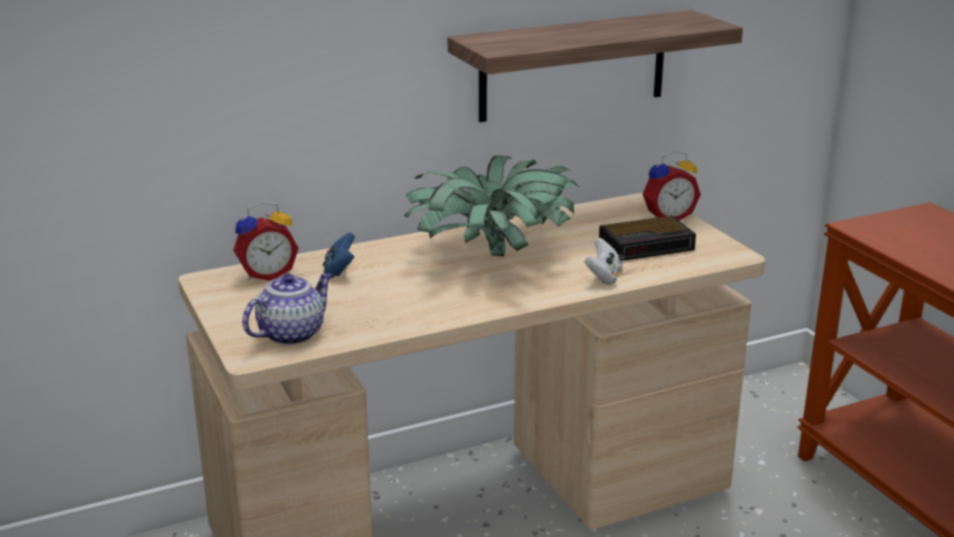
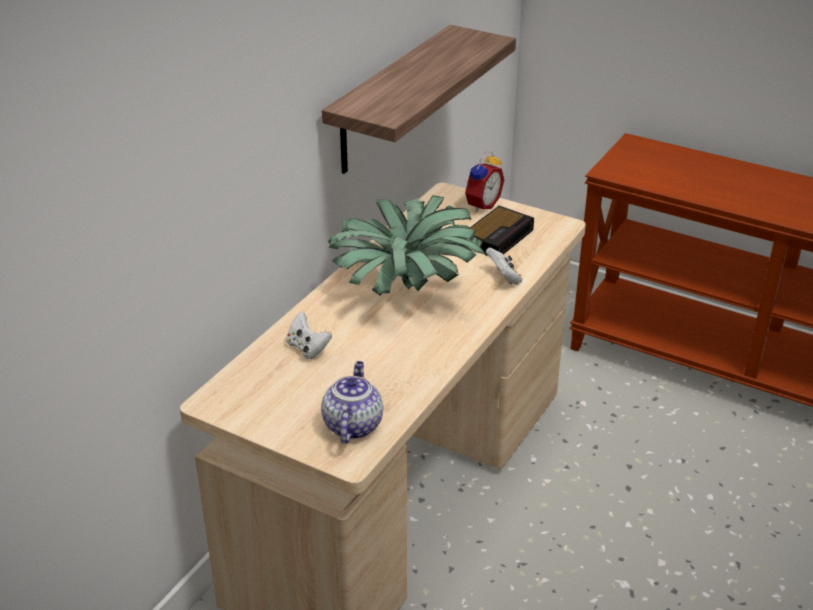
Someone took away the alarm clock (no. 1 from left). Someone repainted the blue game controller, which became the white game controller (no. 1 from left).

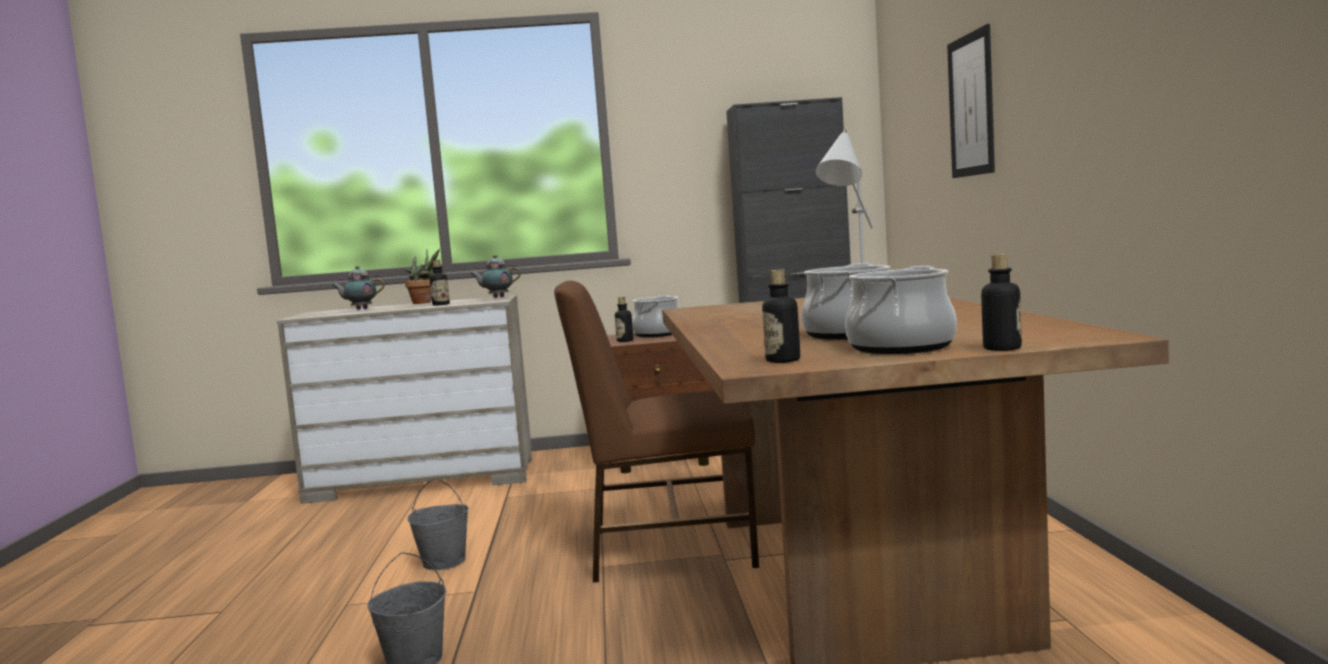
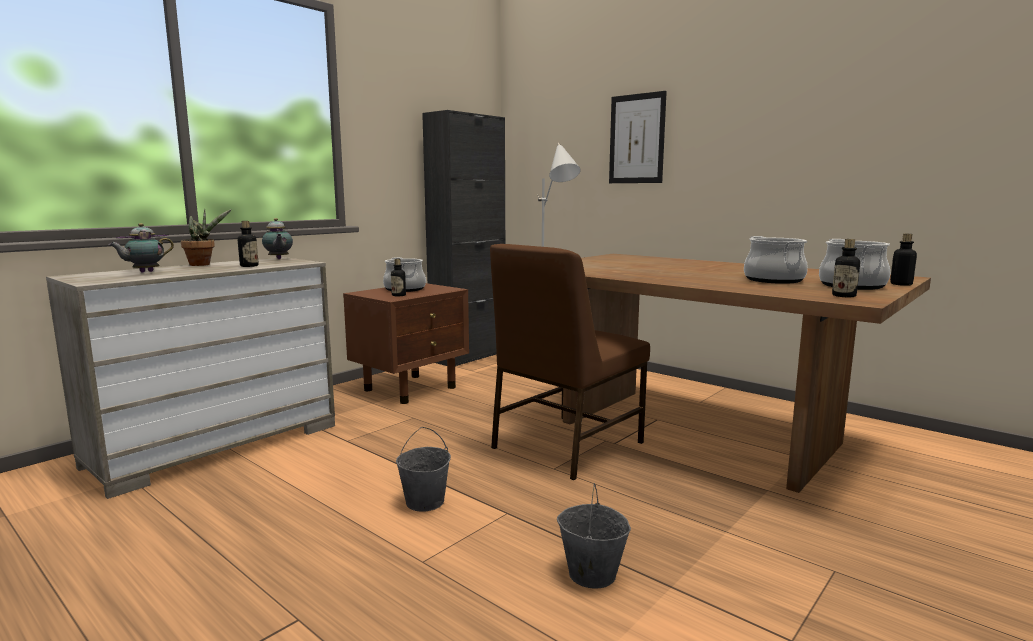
Someone rotated the teapot (no. 2 from left) by 75 degrees counterclockwise.

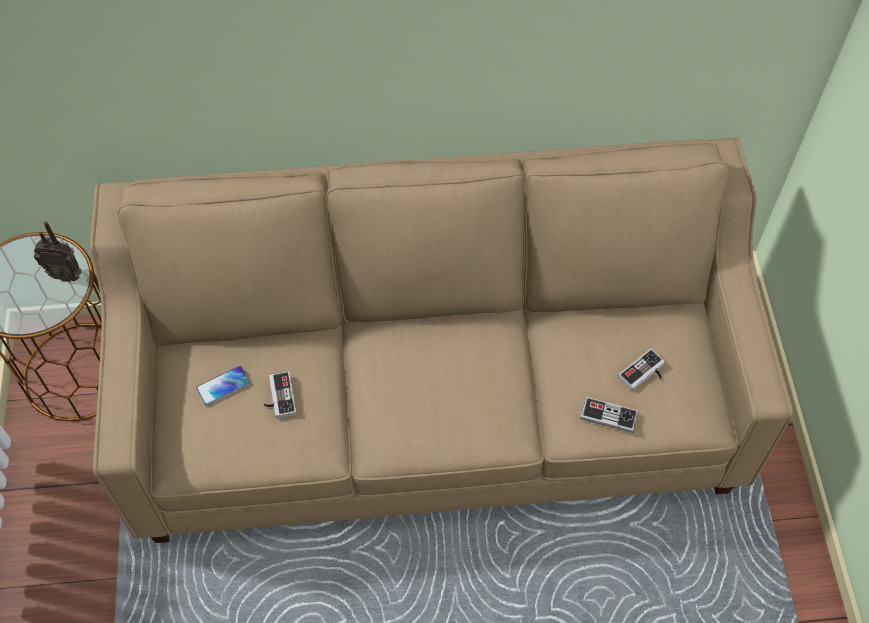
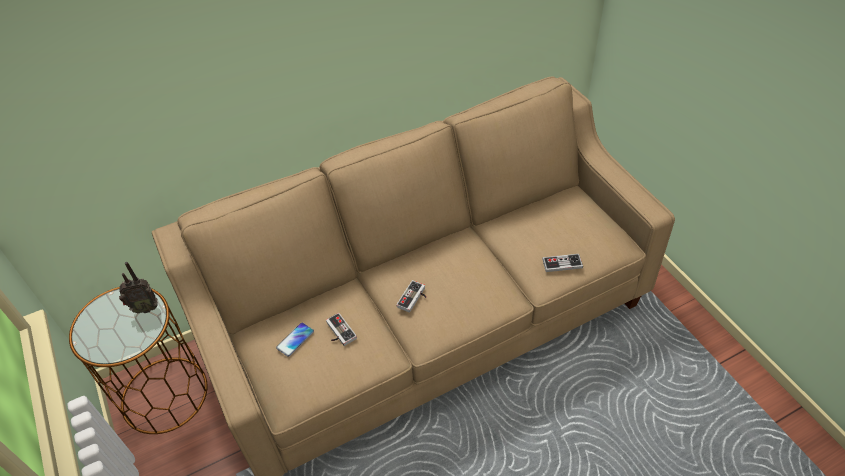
Someone carried the game controller (no. 3 from left in the first image).

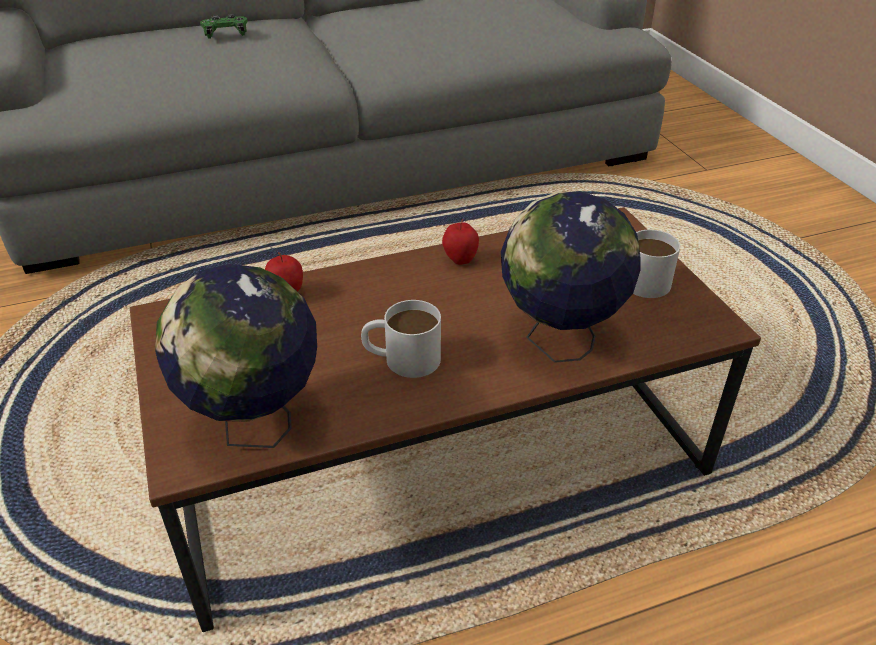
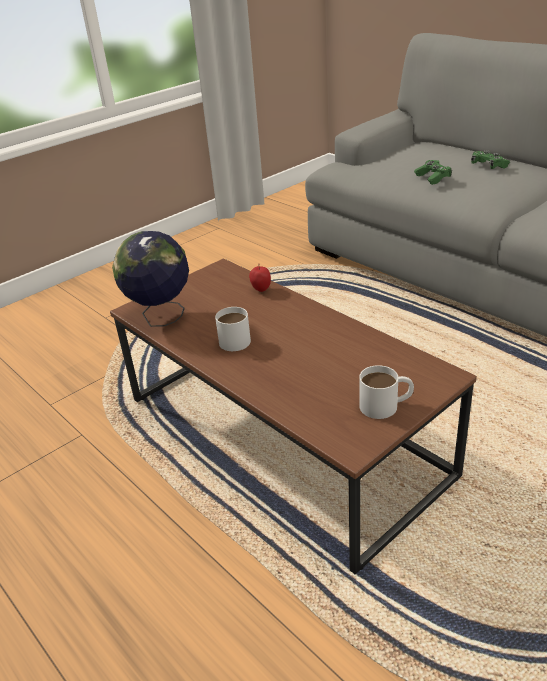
Someone took away the apple (no. 2 from left). Someone took away the globe (no. 2 from left). Someone put down the green game controller (no. 1 from left).

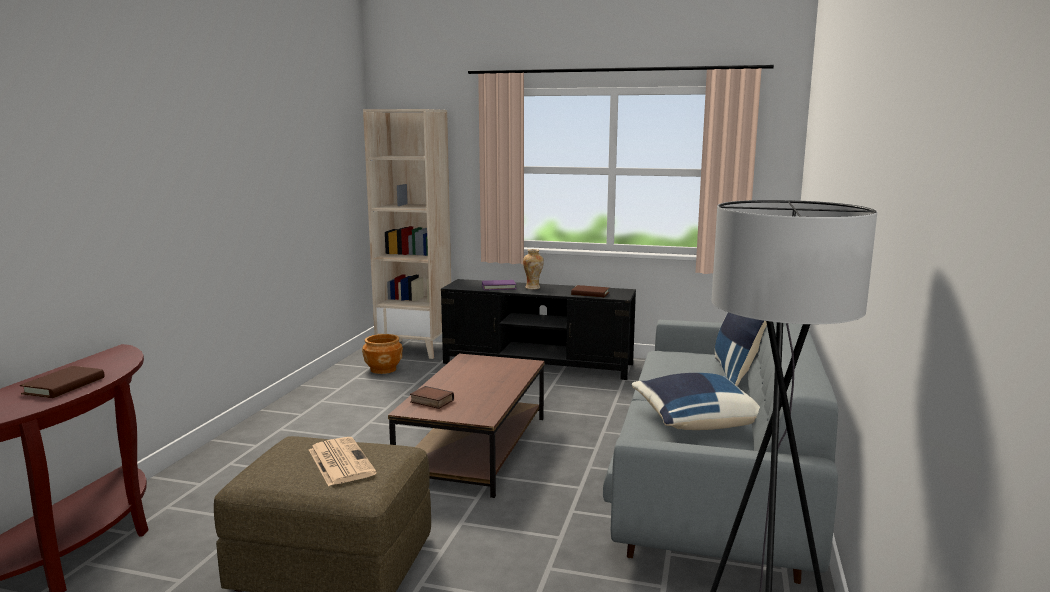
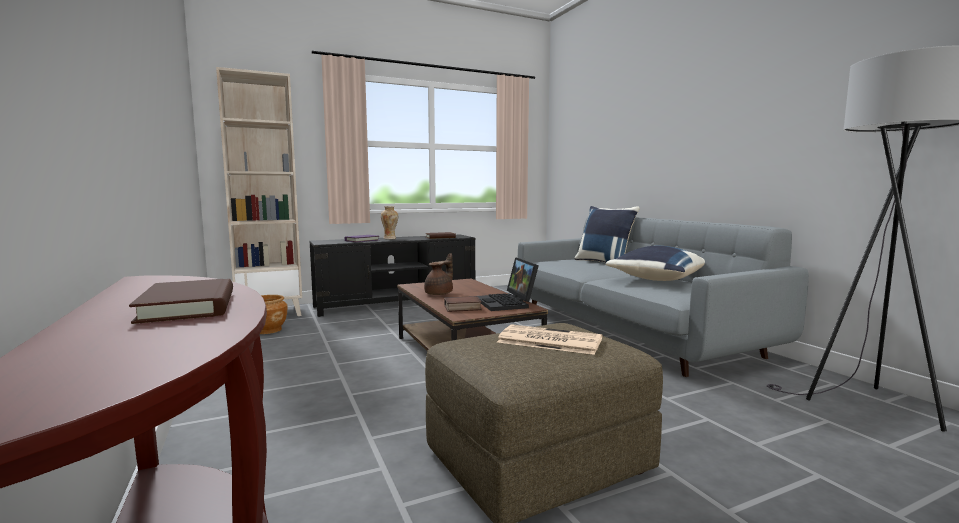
Someone put down the brown teapot. Someone put down the laptop.

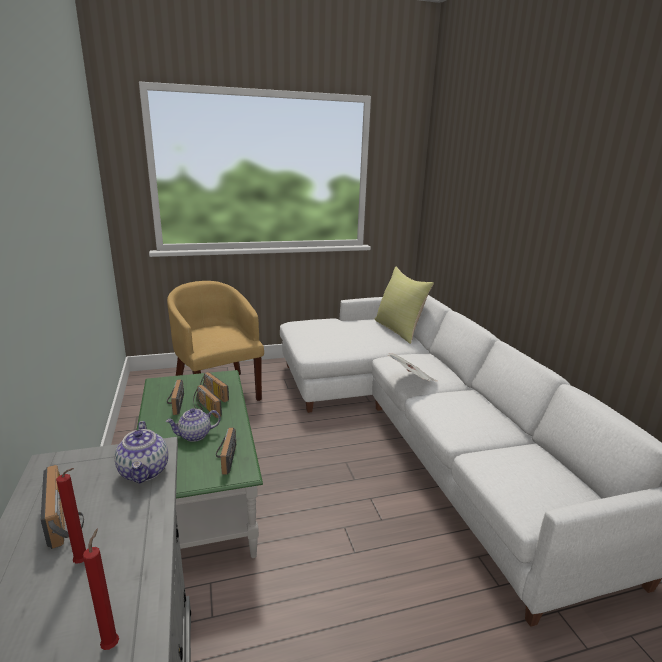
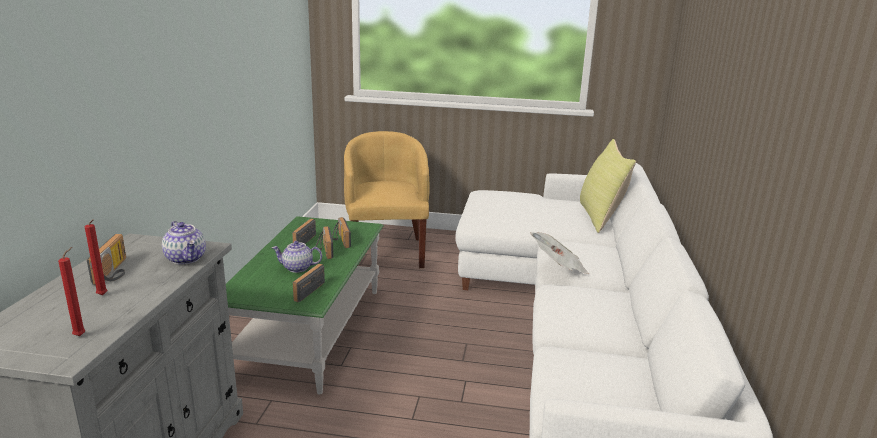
Someone rotated the teapot (no. 1 from left) by 45 degrees counterclockwise.

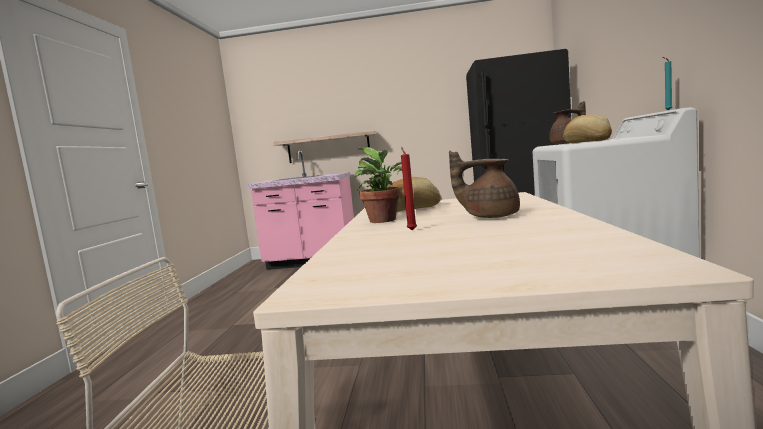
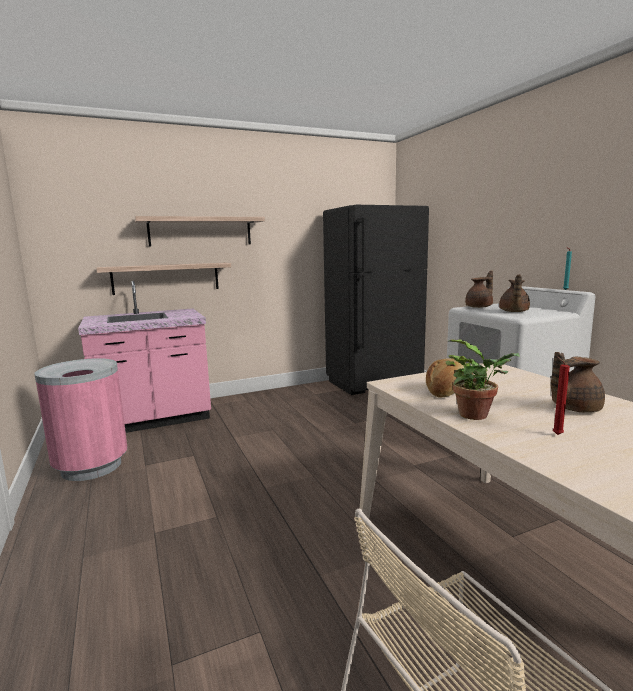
Someone swapped the bread (no. 2 from left) for the brown teapot (no. 2 from left). Someone put down the pink trash can. Someone put up the shelf (no. 2 from left).

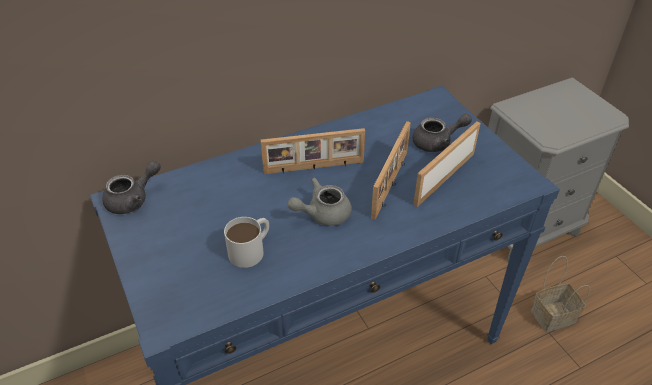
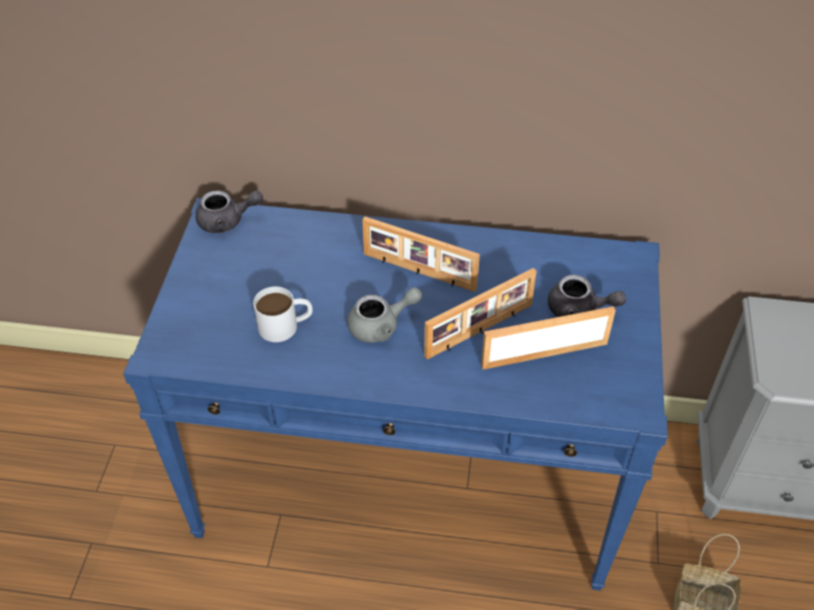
Someone rotated the grey teapot (no. 2 from left) by 150 degrees clockwise.

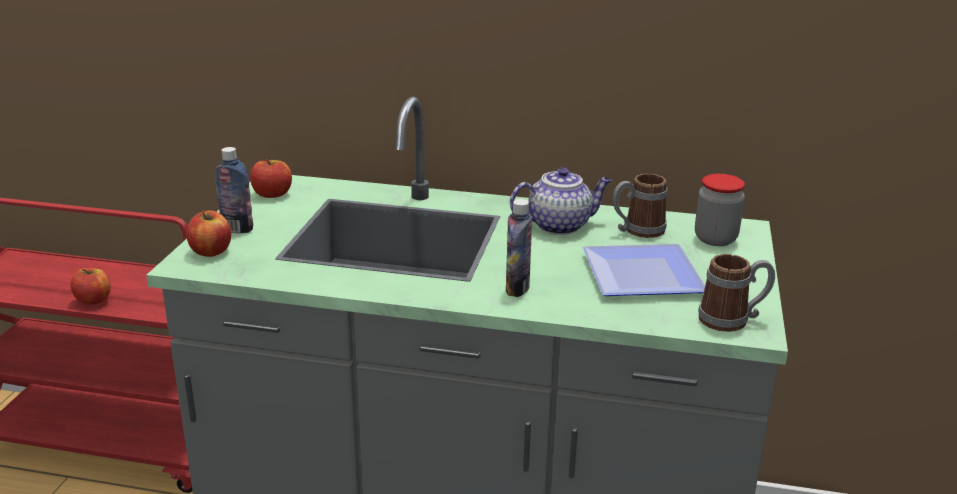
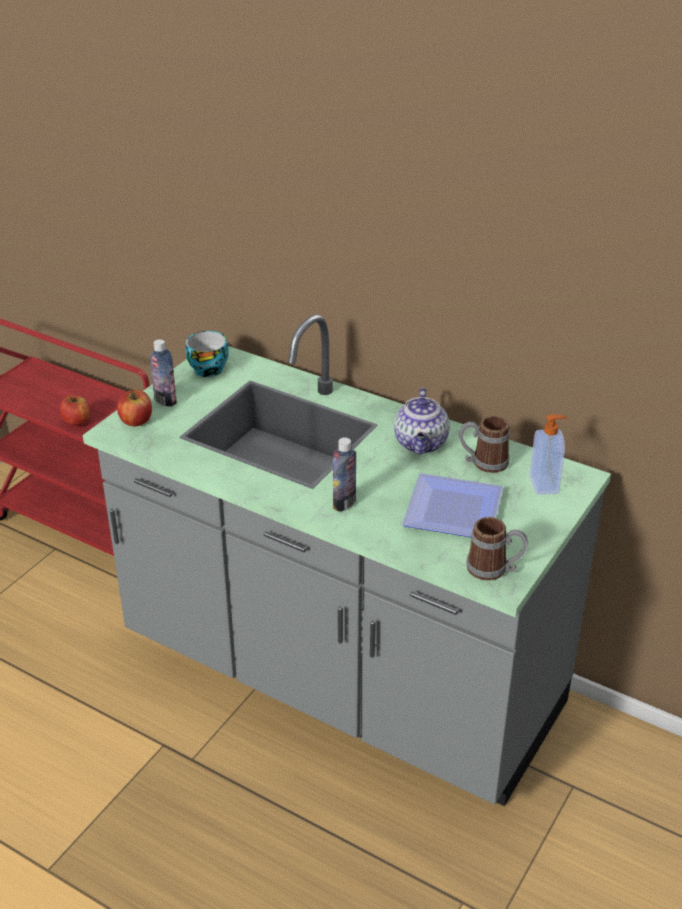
Someone swapped the apple (no. 3 from left) for the cup. Someone rotated the teapot by 90 degrees clockwise. Someone swapped the jar for the soap dispenser.

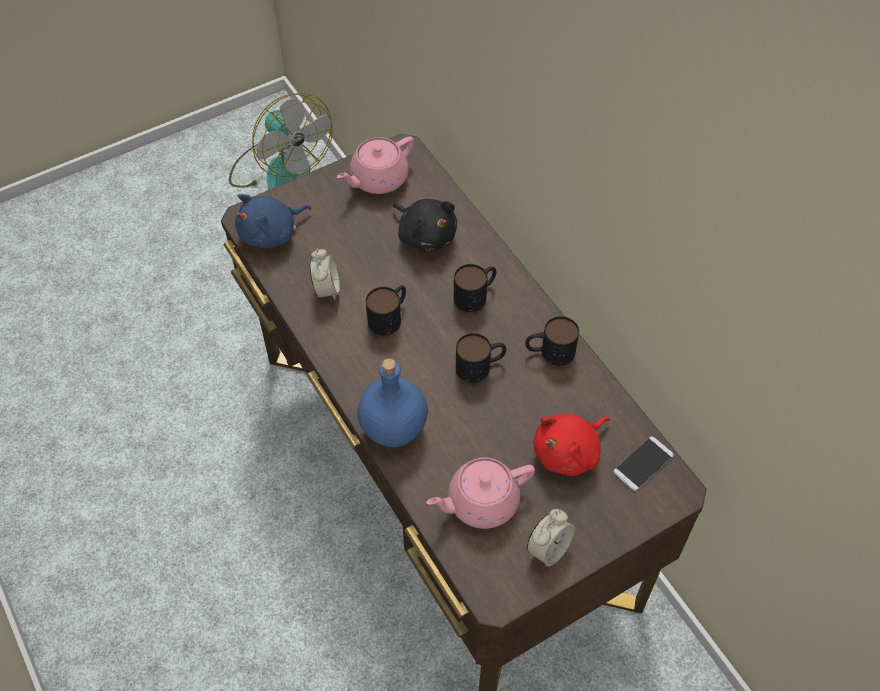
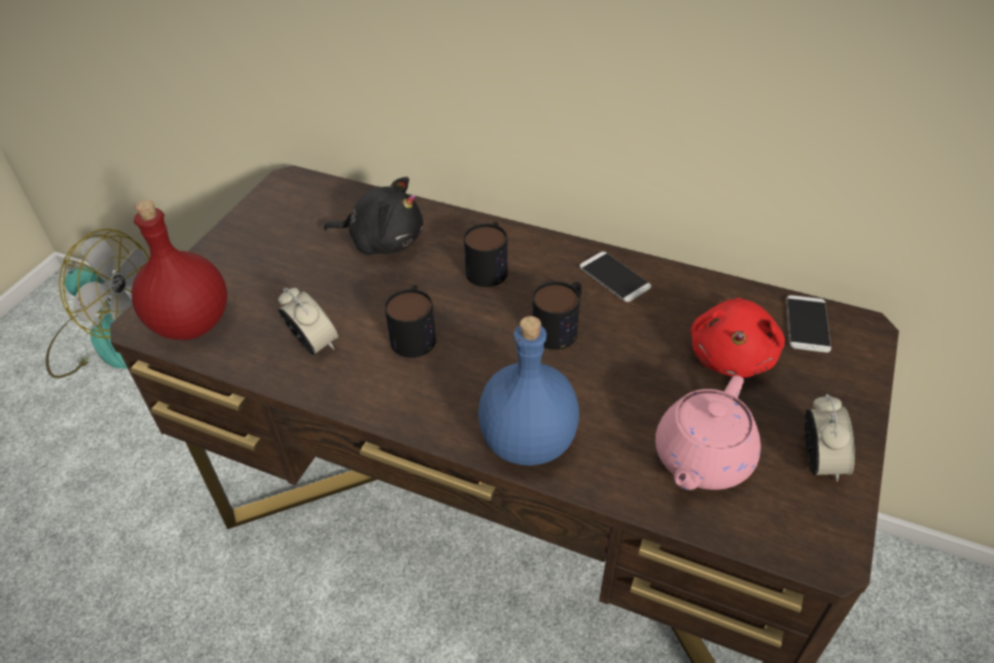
Someone swapped the blue plush toy for the red bottle. Someone took away the pink teapot (no. 1 from left). Someone swapped the mug (no. 4 from left) for the phone (no. 1 from left).

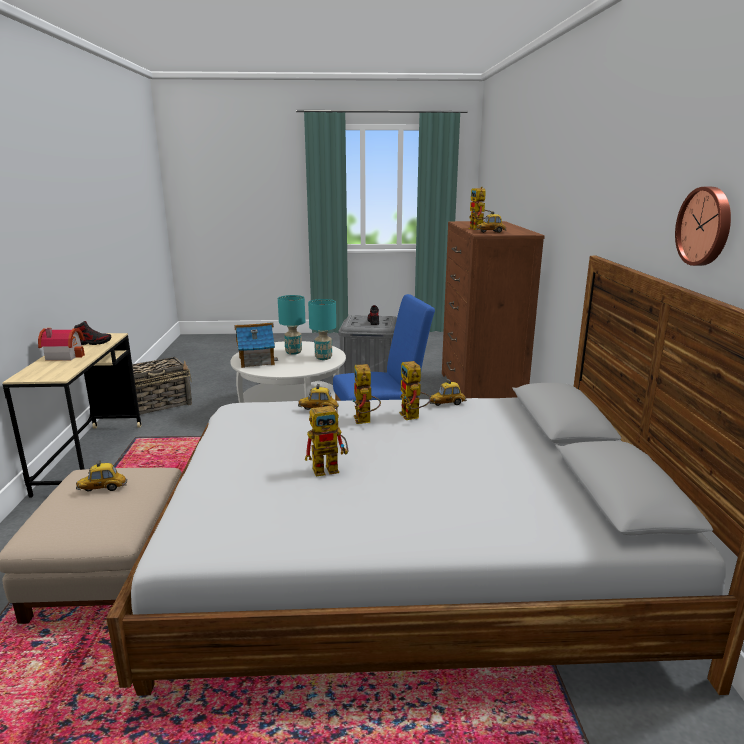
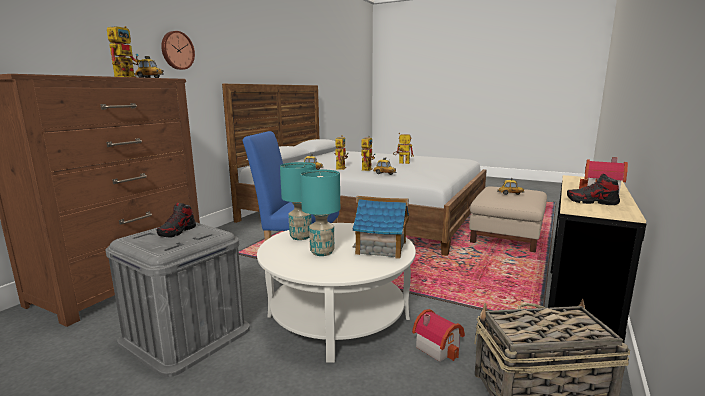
Someone carried the wall clock. Someone put down the toy house (no. 2 from left).

